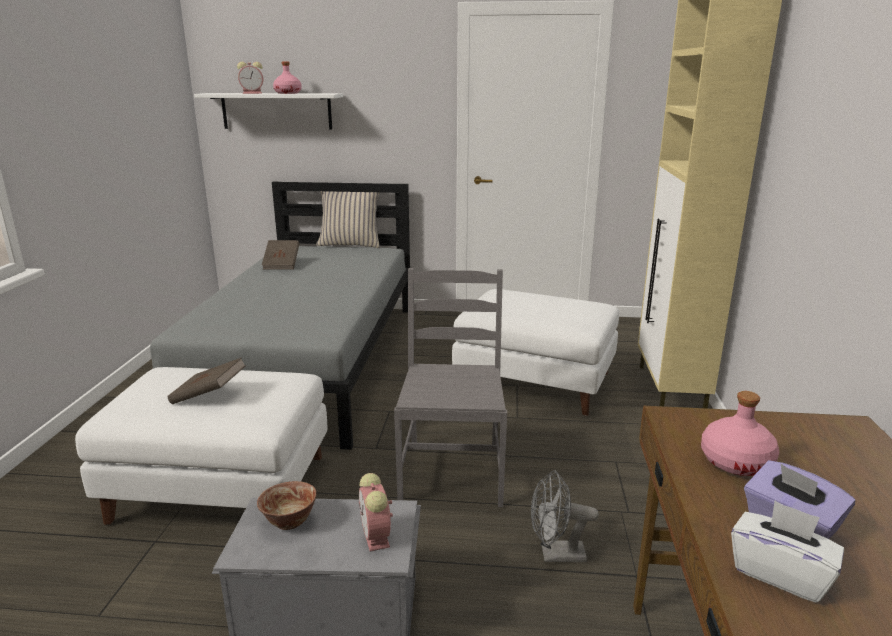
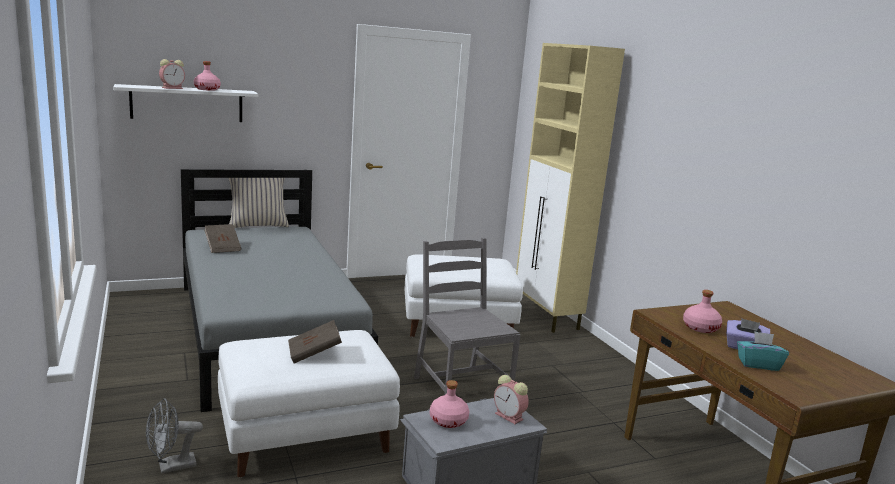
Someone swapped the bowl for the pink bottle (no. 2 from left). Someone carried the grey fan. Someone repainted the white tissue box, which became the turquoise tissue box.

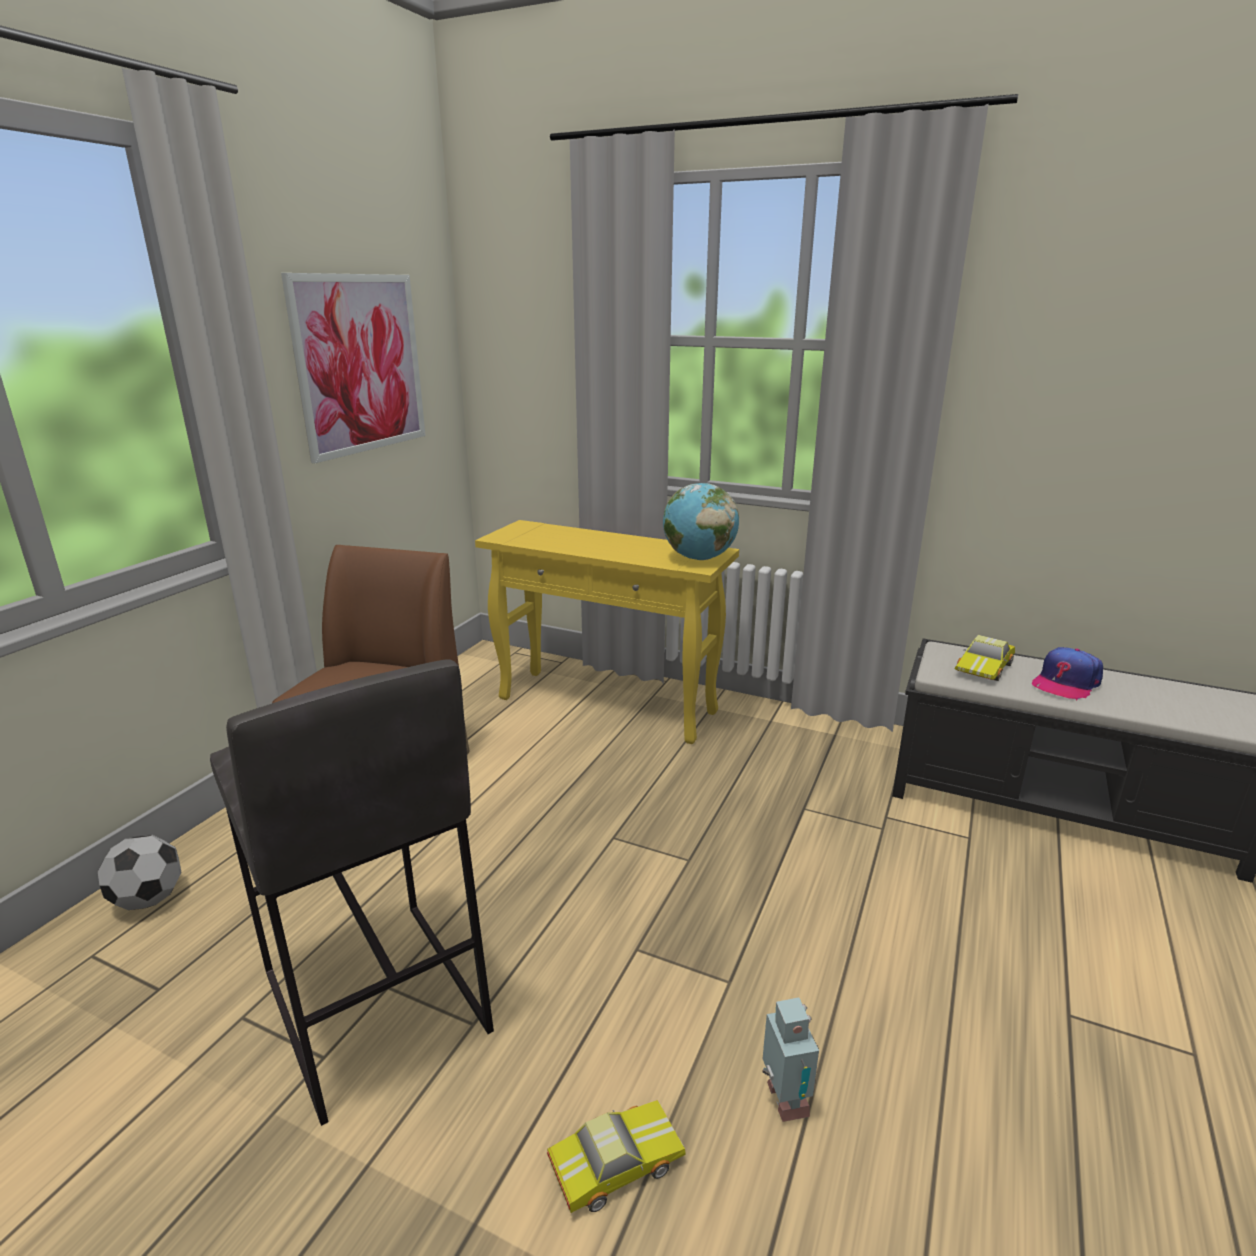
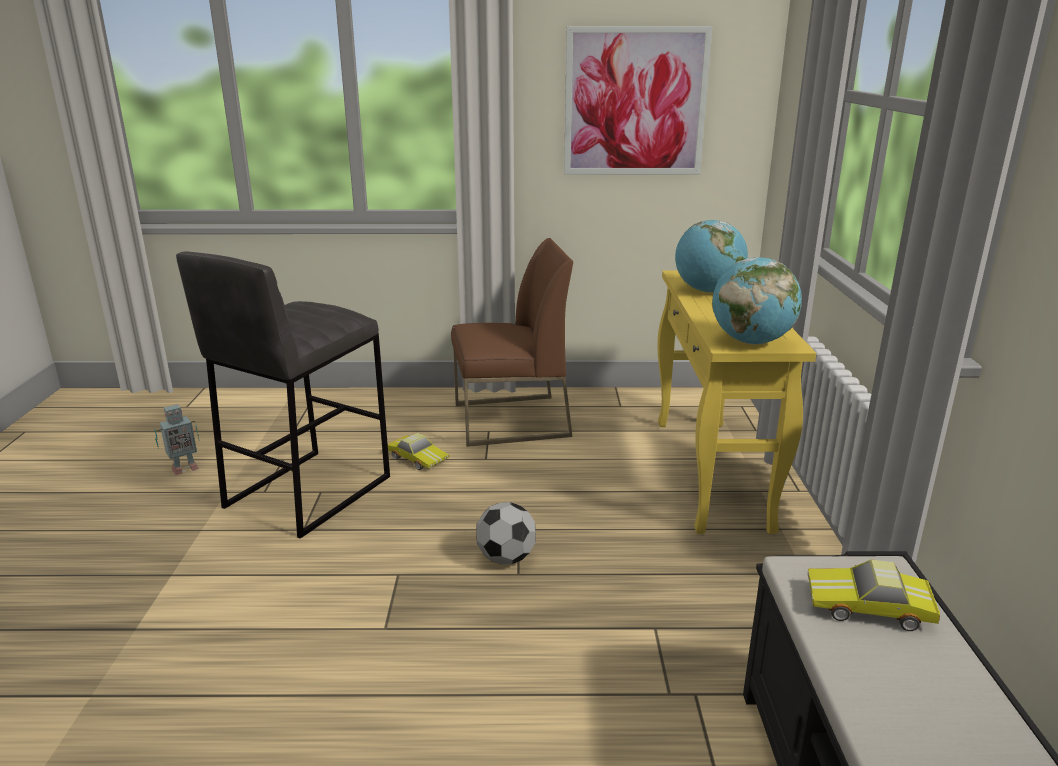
Someone carried the football. Someone carried the toy car (no. 1 from left). Someone carried the toy robot. Someone took away the cap. Someone put down the globe (no. 1 from left).

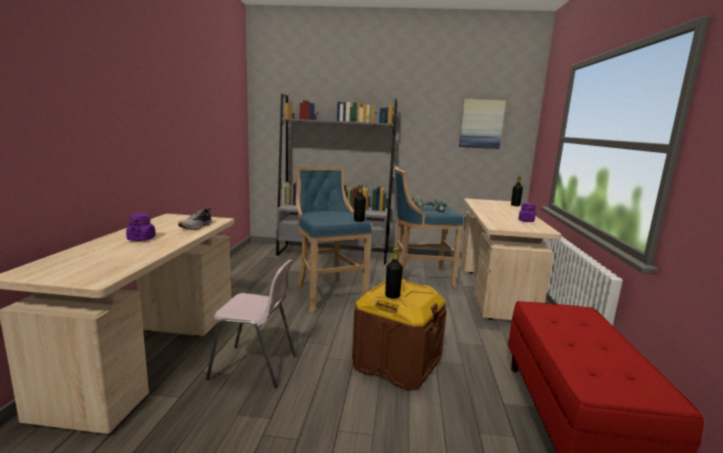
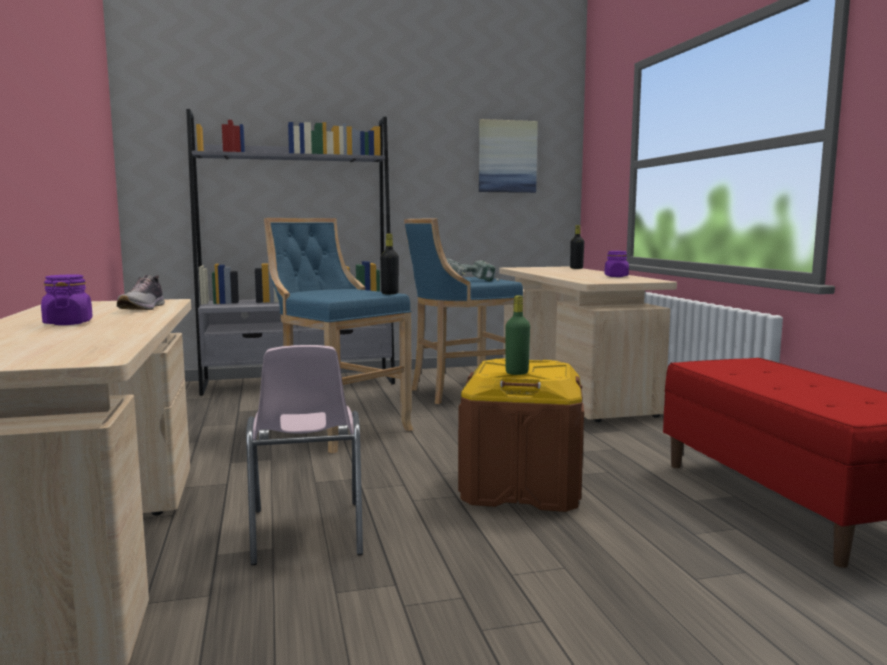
Someone rotated the pink chair by 90 degrees clockwise. Someone repainted the black bottle (no. 2 from left), which became the green bottle.

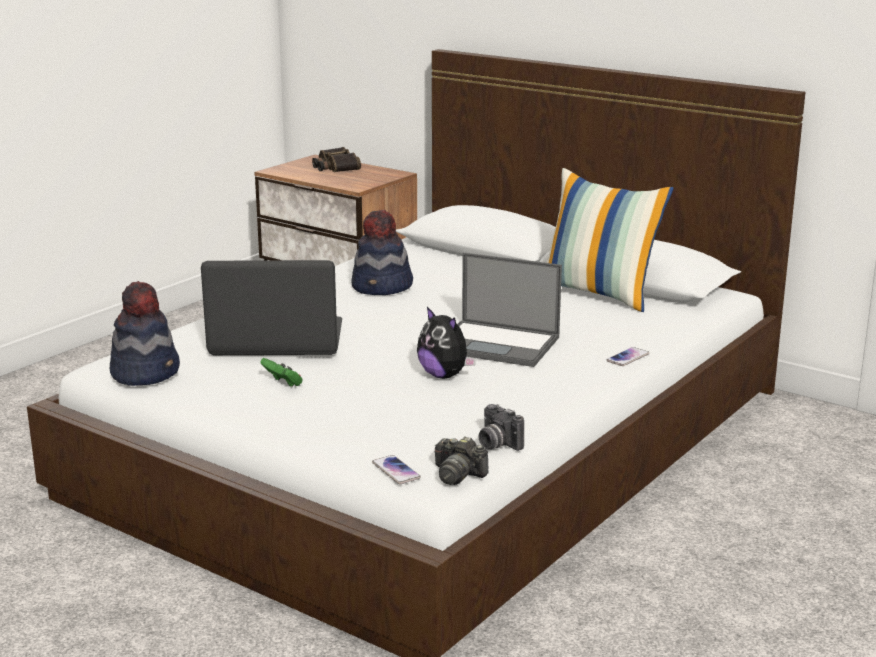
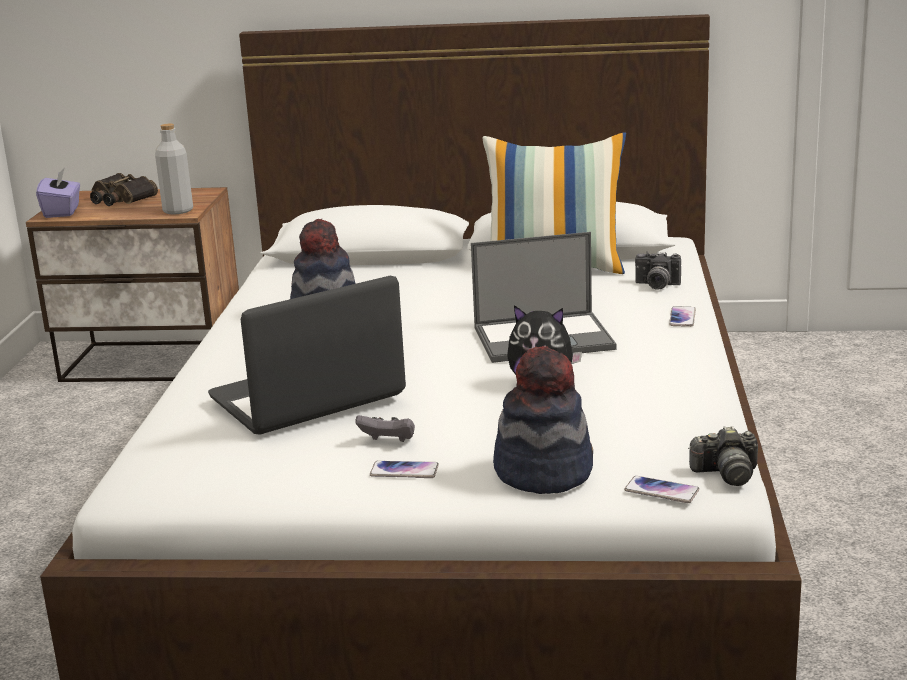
Someone carried the hat (no. 1 from left in the first image). Someone repainted the green game controller, which became the grey game controller. Someone carried the photo camera (no. 2 from left in the first image). Someone put down the purple tissue box. Someone put down the grey bottle. Someone put down the phone (no. 1 from left).

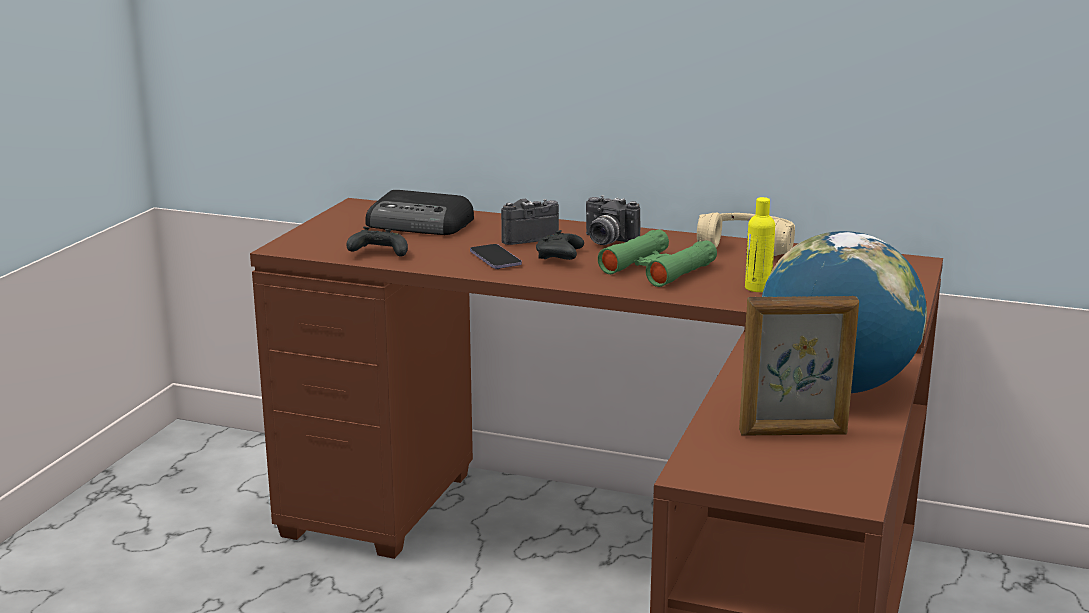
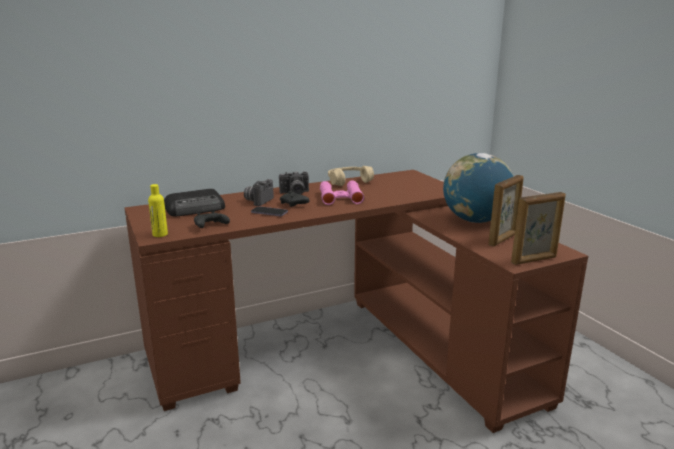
Someone repainted the green binoculars, which became the pink binoculars. Someone carried the yellow bottle. Someone put down the picture frame (no. 2 from left).

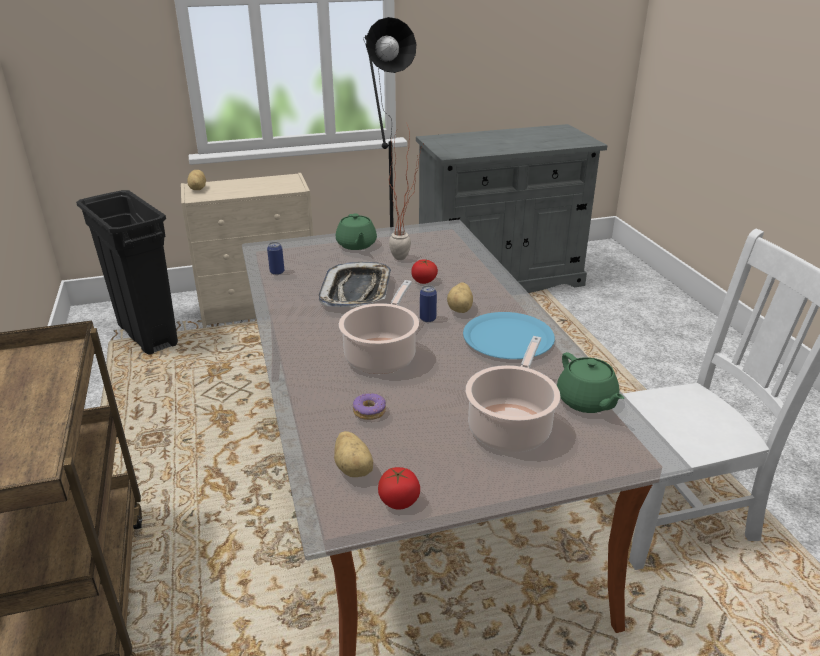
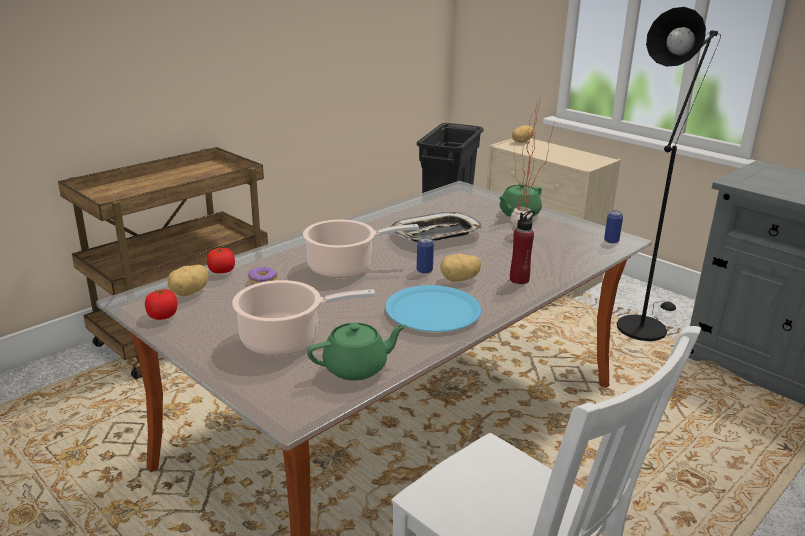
Someone carried the can (no. 1 from left in the first image). Someone carried the tomato (no. 2 from left). Someone rotated the green teapot (no. 2 from left in the first image) by 150 degrees counterclockwise. Someone put down the red bottle.

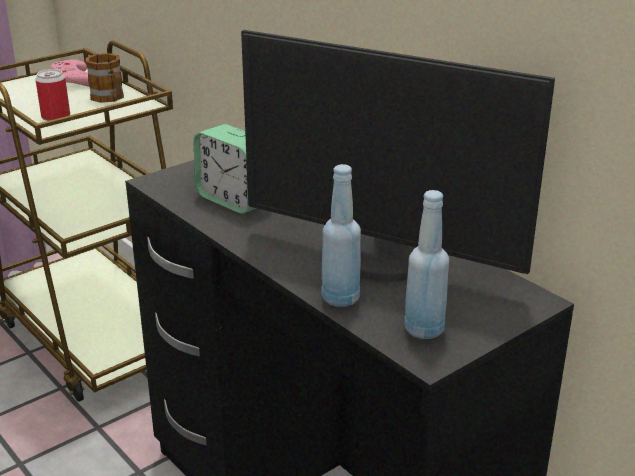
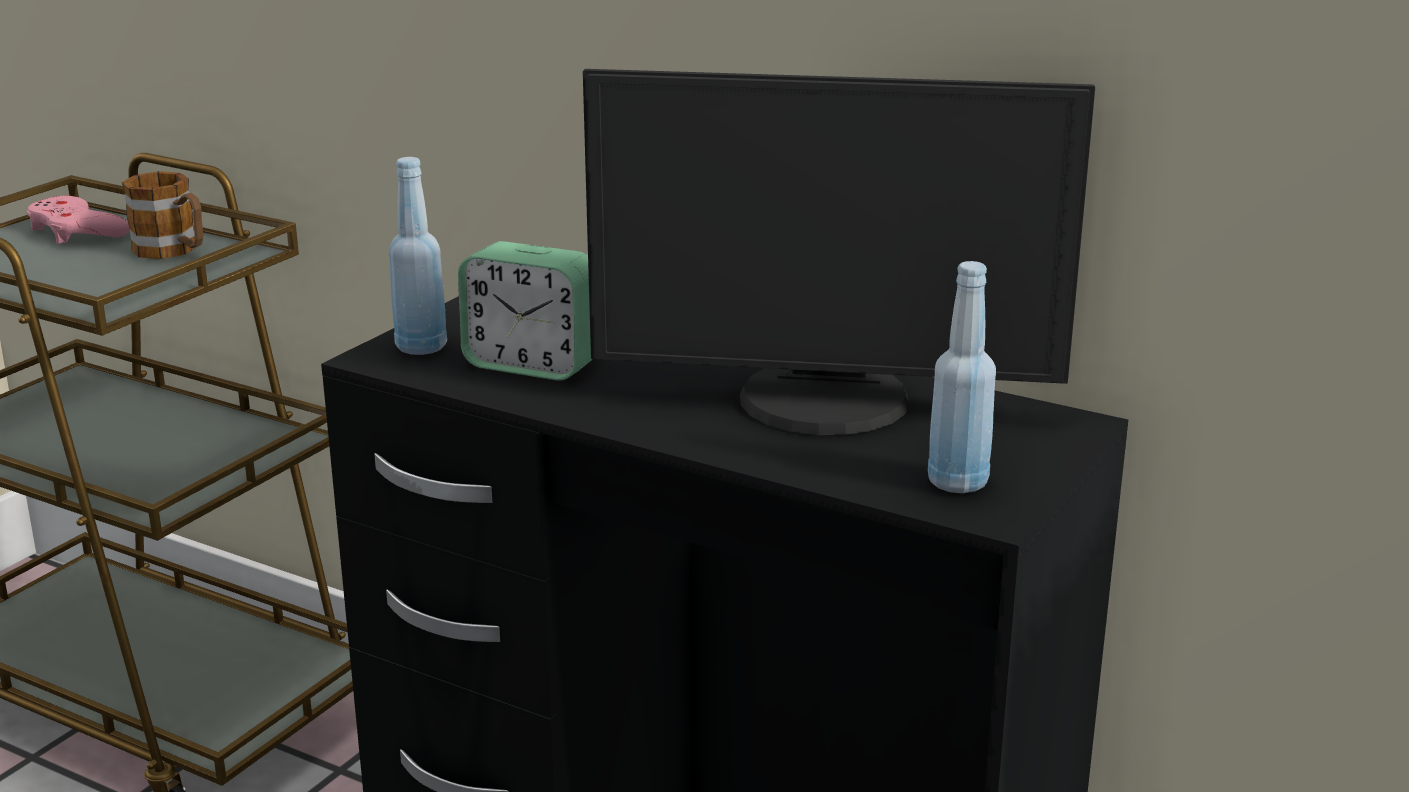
Someone took away the can. Someone carried the blue bottle (no. 1 from left).

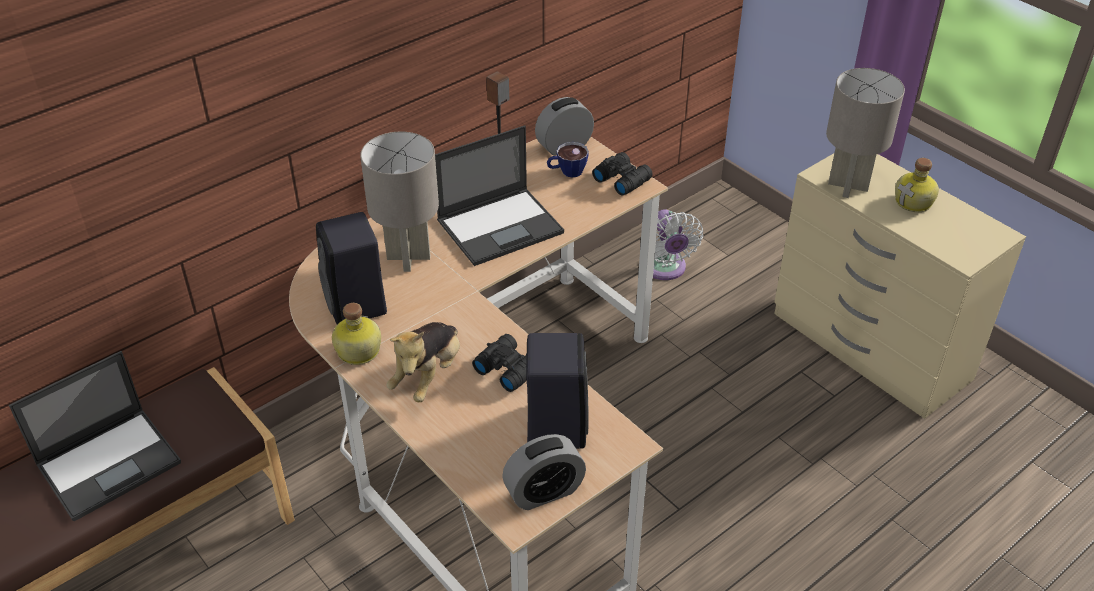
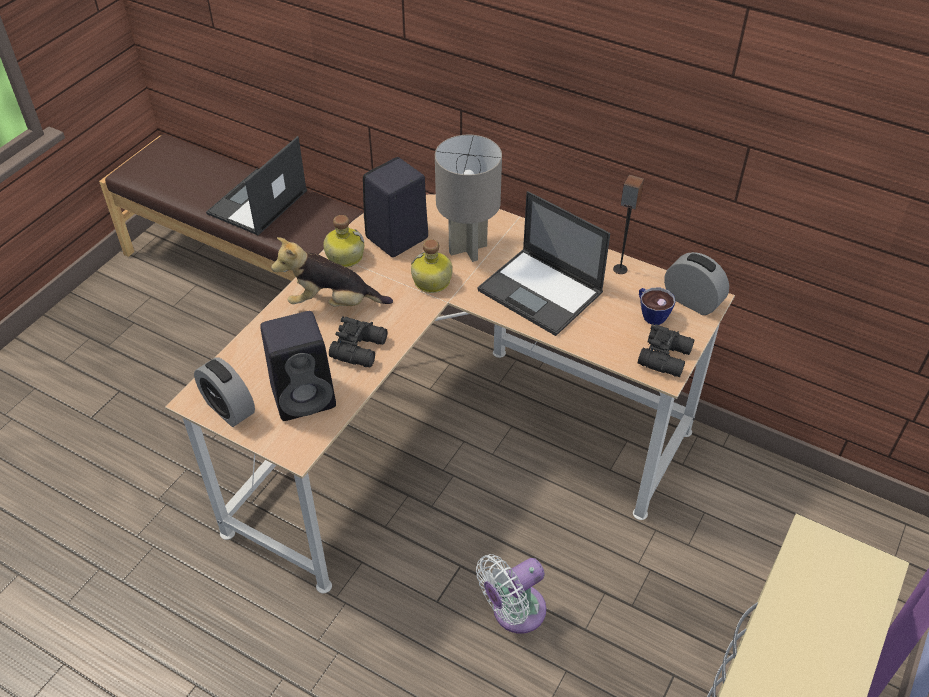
Someone rotated the laptop (no. 1 from left) by 90 degrees clockwise. Someone carried the white fan. Someone took away the grey table lamp (no. 2 from left). Someone carried the bottle (no. 2 from left).

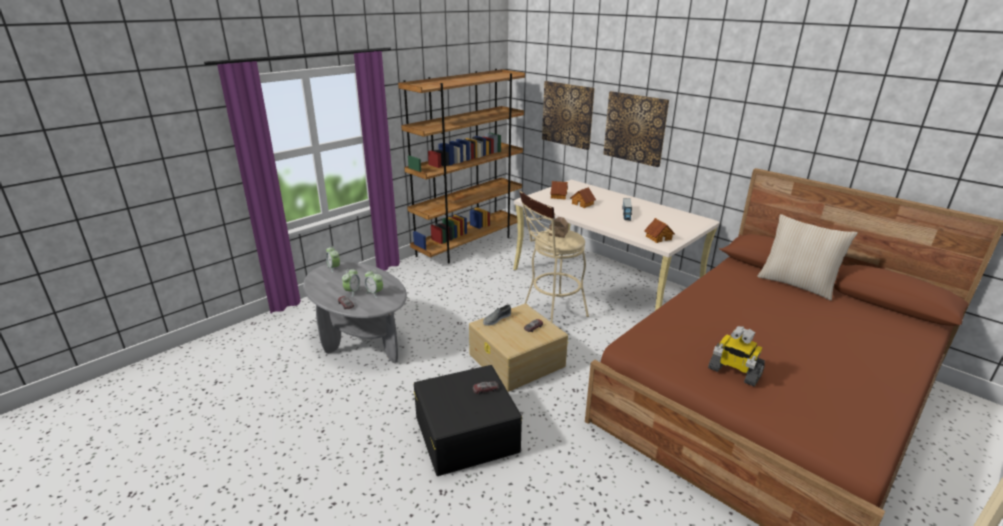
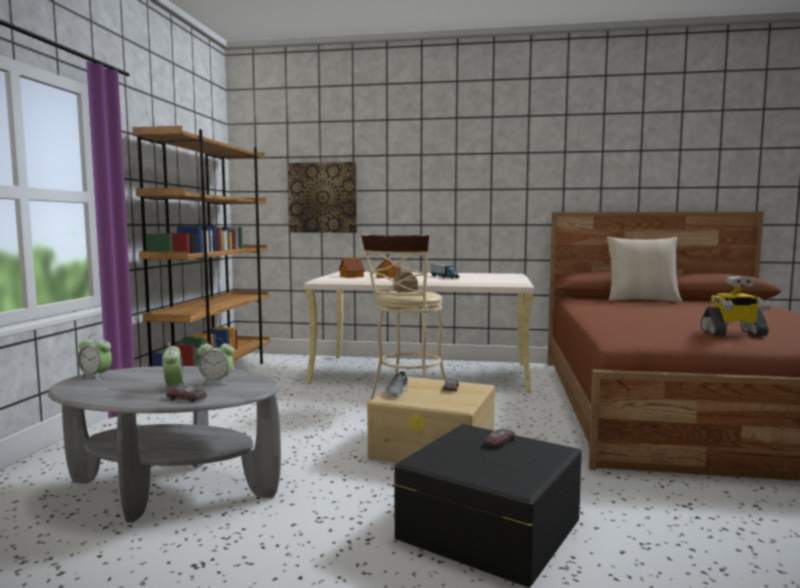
Someone took away the picture (no. 2 from left). Someone took away the toy house (no. 4 from left).

